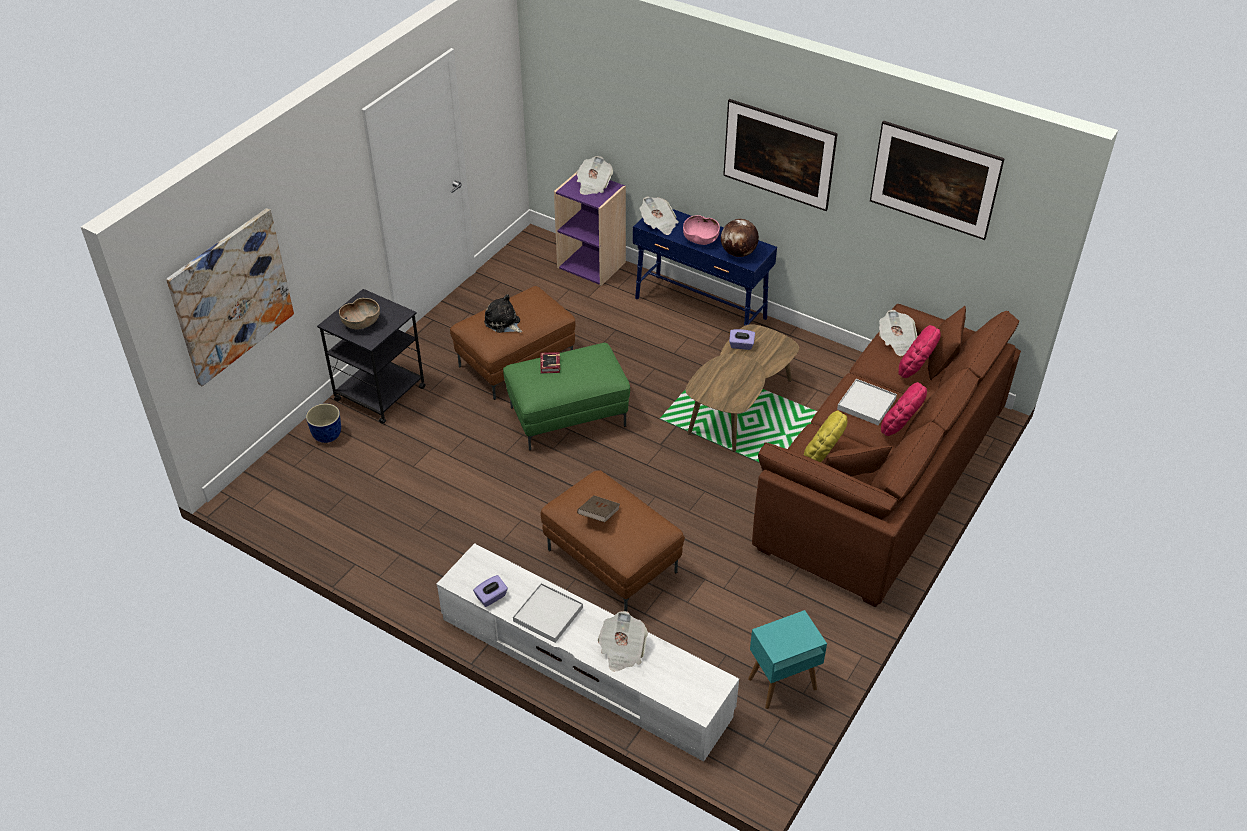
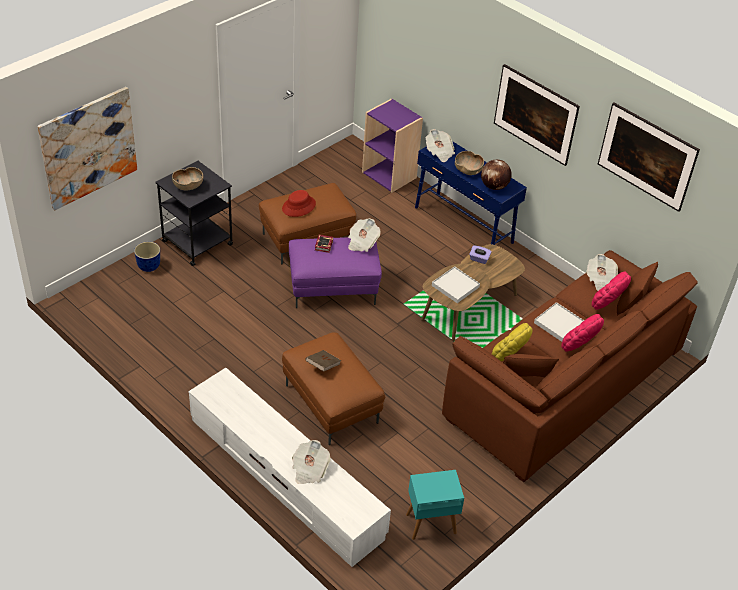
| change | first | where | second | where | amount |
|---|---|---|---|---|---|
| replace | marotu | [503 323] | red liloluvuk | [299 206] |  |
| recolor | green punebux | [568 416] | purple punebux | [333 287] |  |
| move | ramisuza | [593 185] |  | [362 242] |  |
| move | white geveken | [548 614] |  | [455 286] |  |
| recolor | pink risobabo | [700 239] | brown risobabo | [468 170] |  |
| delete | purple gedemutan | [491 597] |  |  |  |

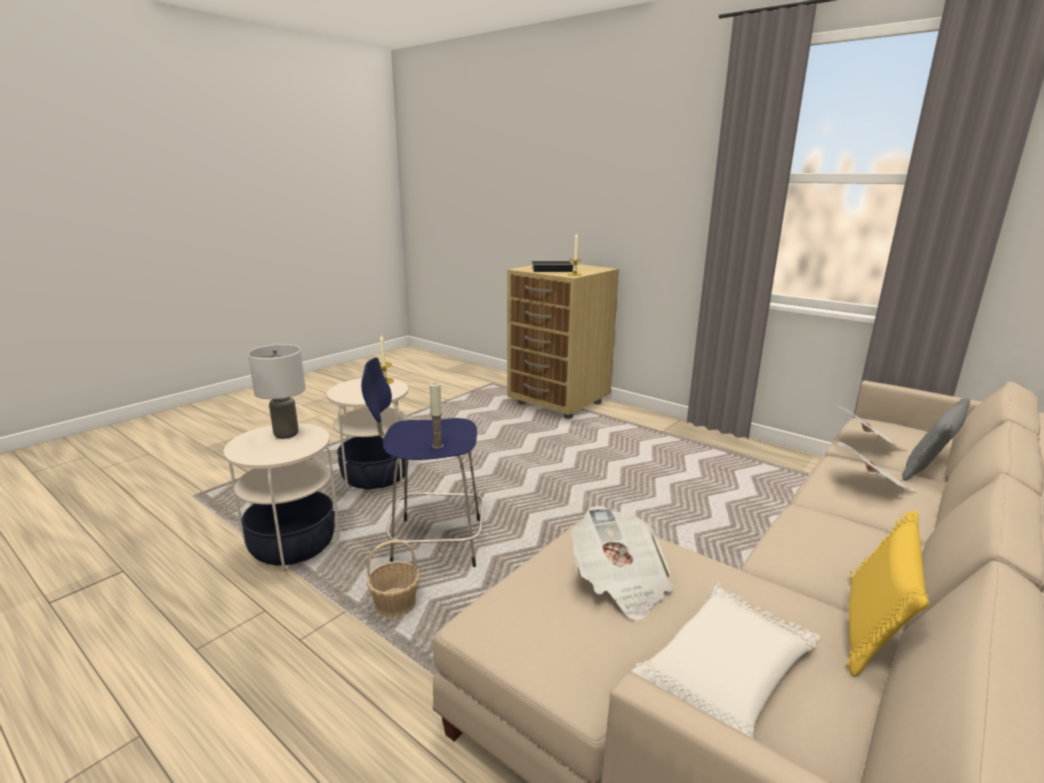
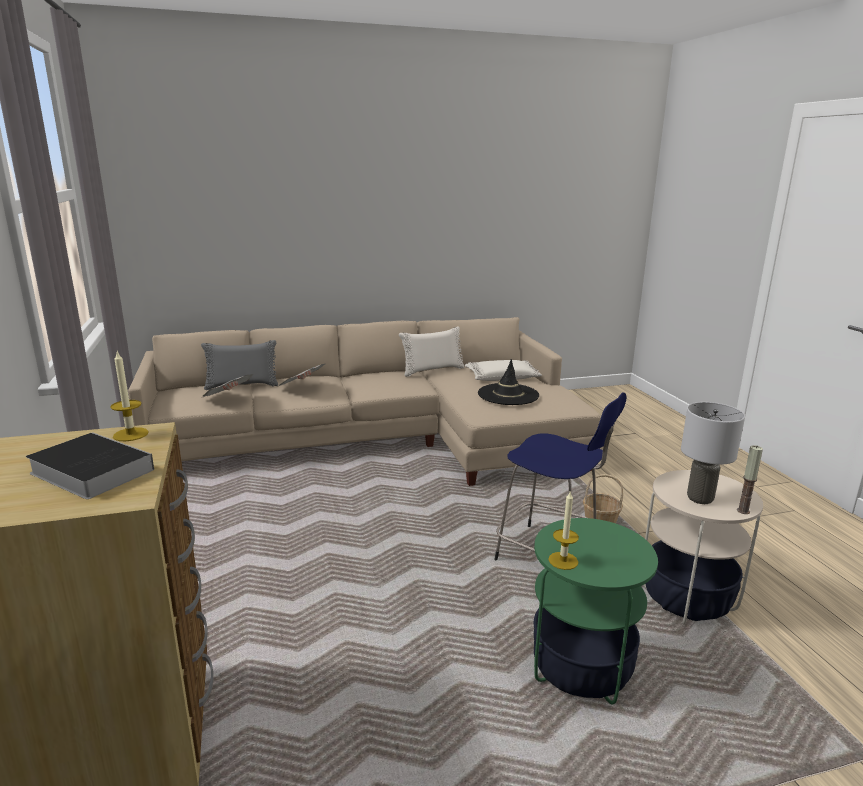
| change | first | where | second | where | amount |
|---|---|---|---|---|---|
| recolor | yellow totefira | [873 629] | white totefira | [432 370] |  |
| replace | ramisuza | [620 583] | black liloluvuk | [508 394] |  |
| recolor | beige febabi | [376 478] | green febabi | [580 669] |  |
| move | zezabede | [437 446] |  | [743 511] |  |

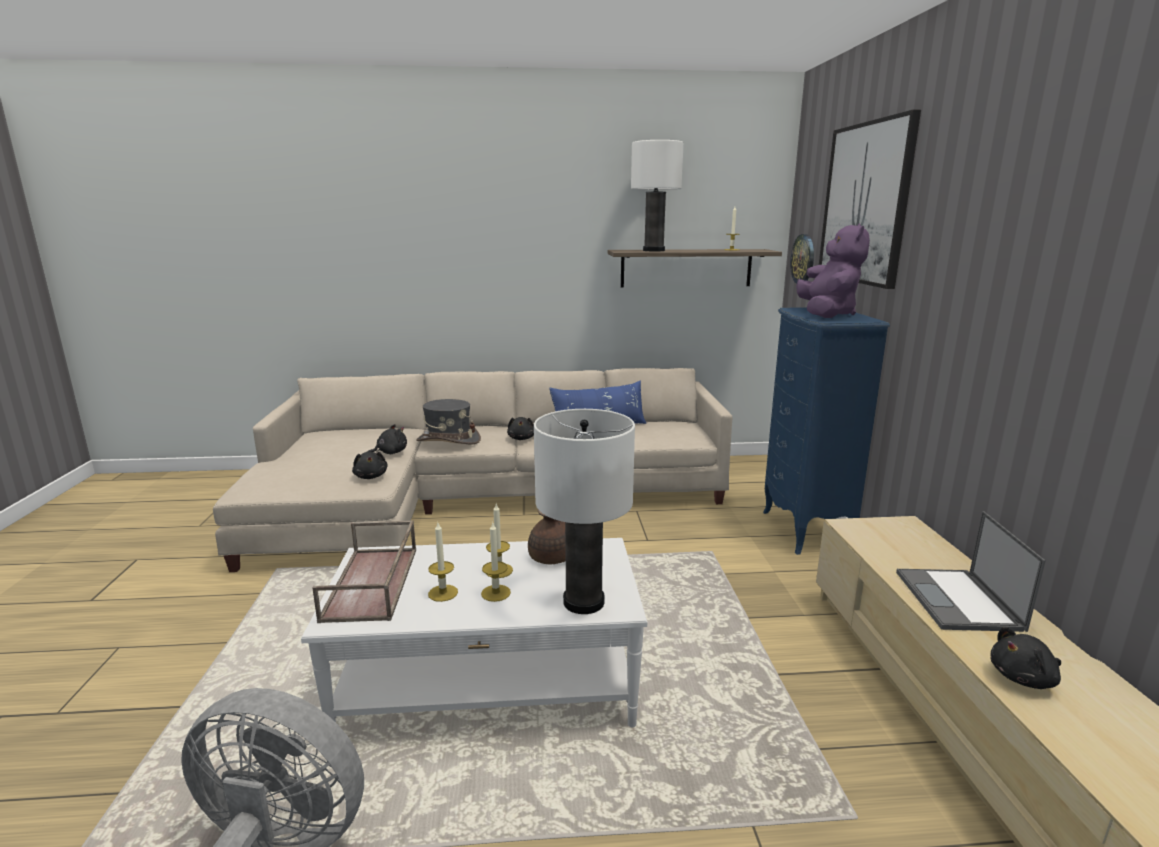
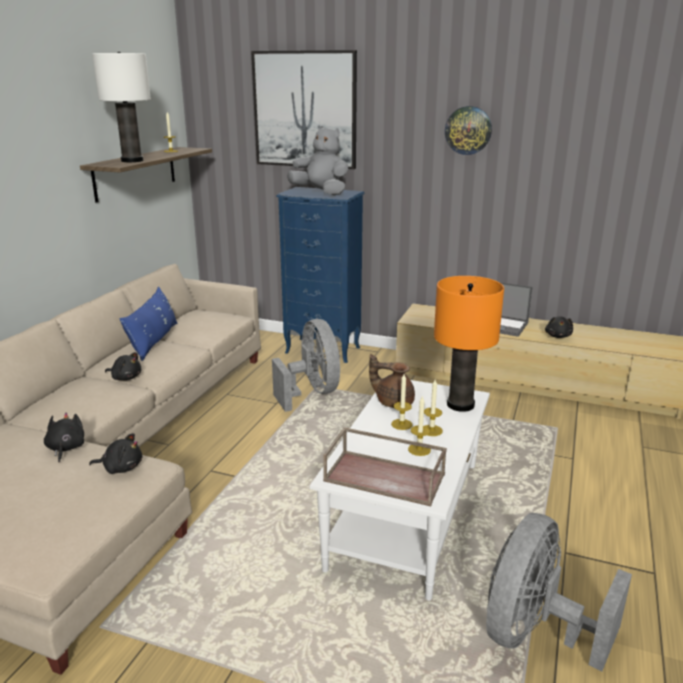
| change | first | where | second | where | amount |
|---|---|---|---|---|---|
| insert |  |  | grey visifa | [312 393] |  |
| recolor | purple marotu | [826 314] | grey marotu | [321 193] |  |
| recolor | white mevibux | [583 602] | orange mevibux | [460 404] |  |
| move | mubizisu | [803 259] |  | [468 130] |  |
| delete | grey liloluvuk | [448 440] |  |  |  |

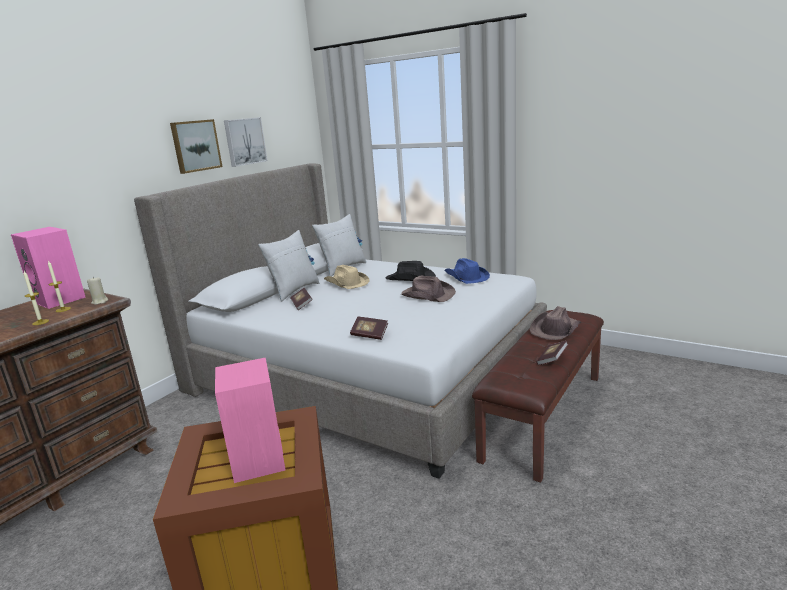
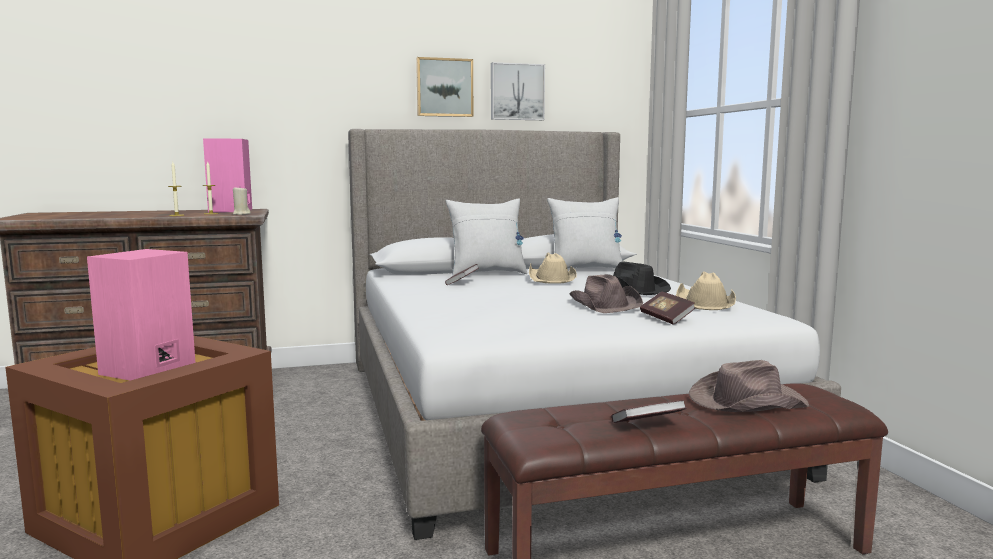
| change | first | where | second | where | amount |
|---|---|---|---|---|---|
| move | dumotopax | [369 335] |  | [666 318] |  |
| recolor | blue liloluvuk | [466 277] | beige liloluvuk | [705 303] |  |

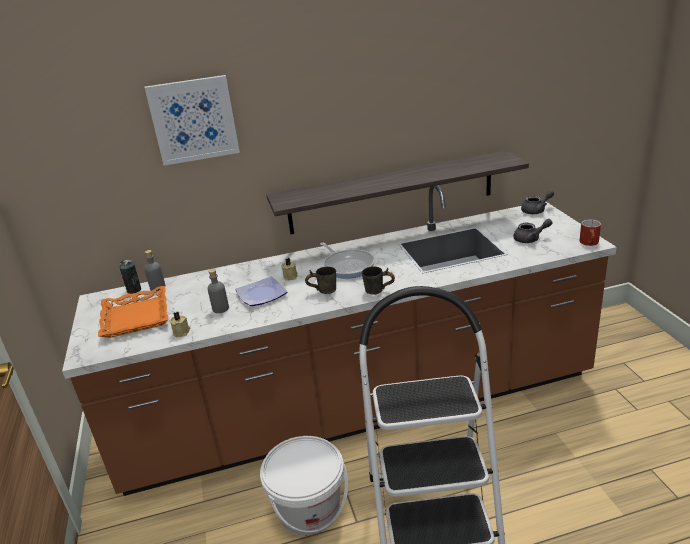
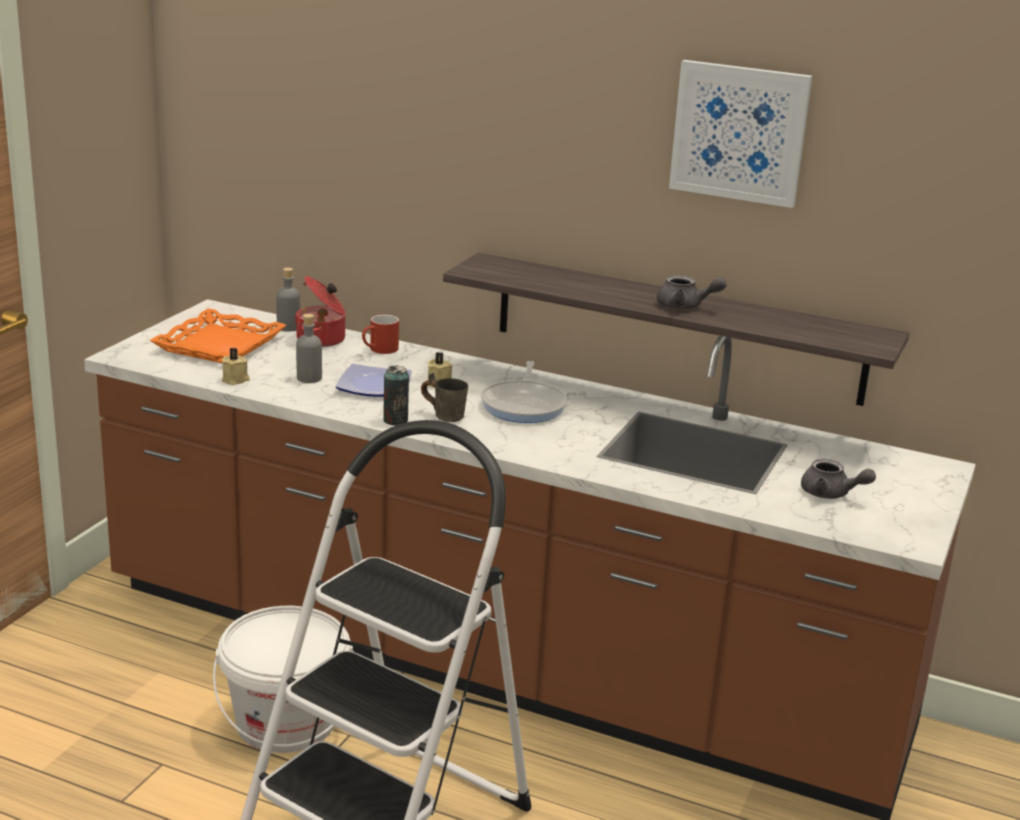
| change | first | where | second | where | amount |
|---|---|---|---|---|---|
| insert |  |  | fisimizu | [322 340] |  |
| move | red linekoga | [590 243] |  | [380 350] |  |
| move | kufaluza | [134 290] |  | [395 420] |  |
| move | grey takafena | [536 210] |  | [685 306] |  |
| move | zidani | [193 120] |  | [739 132] |  |
| delete | grey linekoga | [378 292] |  |  |  |

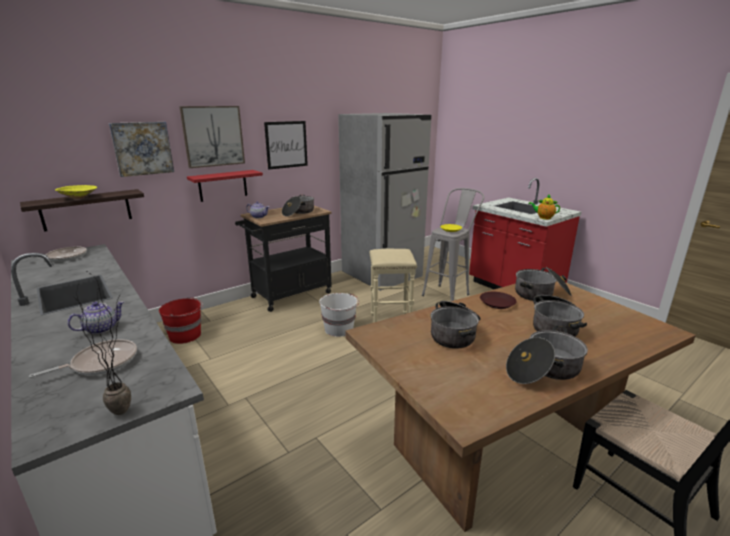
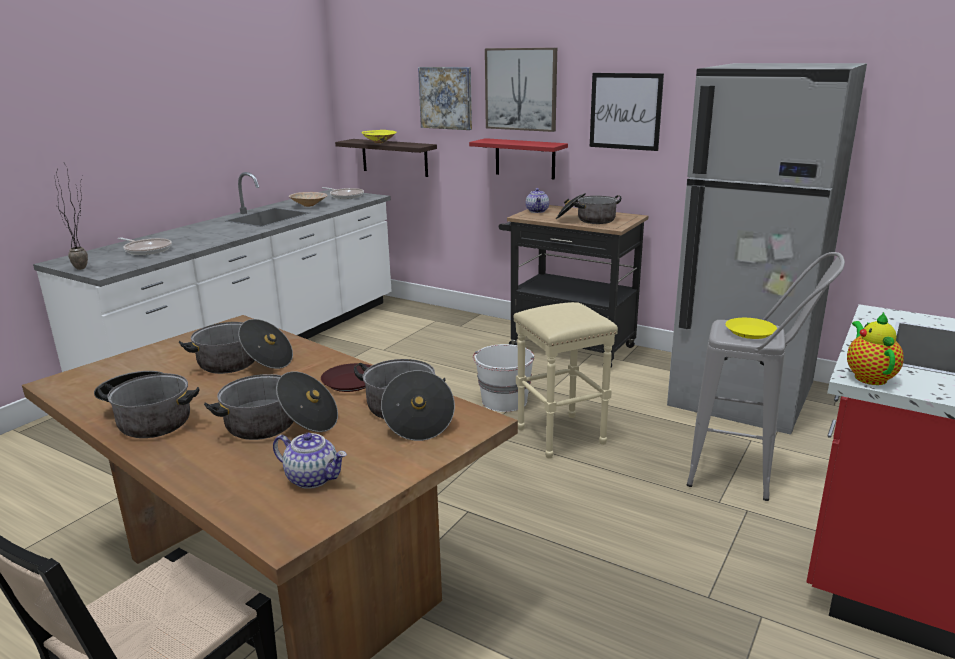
| change | first | where | second | where | amount |
|---|---|---|---|---|---|
| move | takafena | [101 328] |  | [313 478] |  |
| insert |  |  | beige risobabo | [309 205] |  |
| delete | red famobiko | [186 335] |  |  |  |

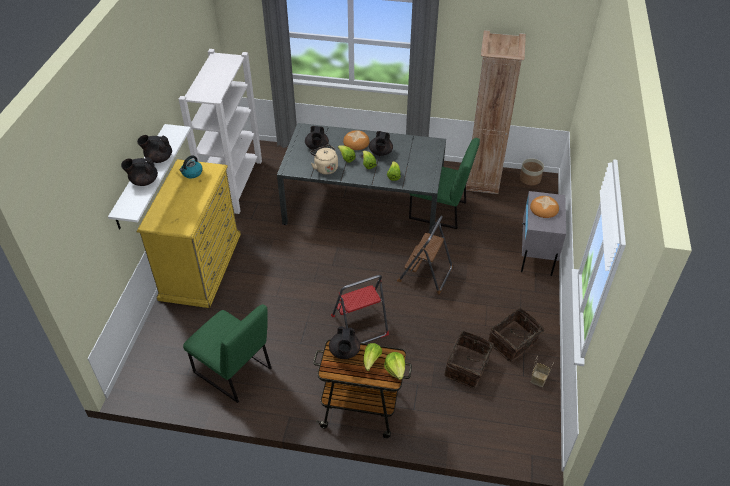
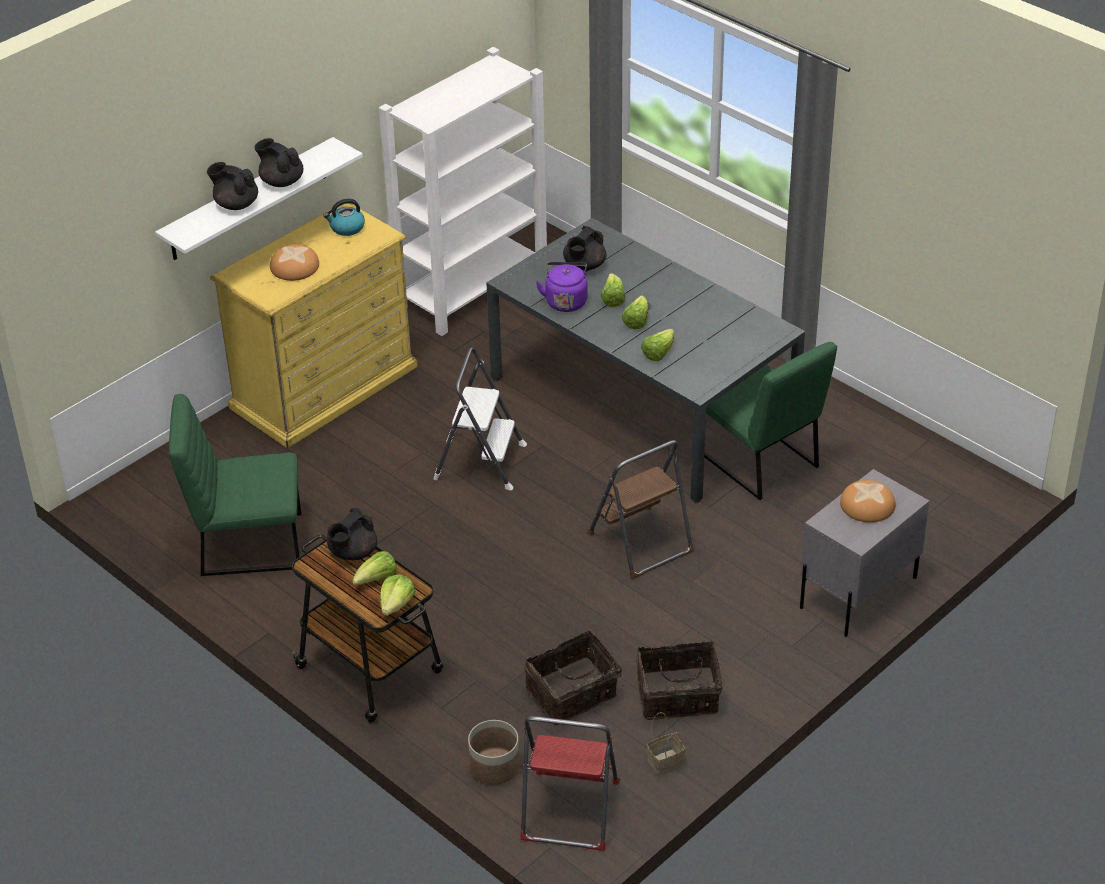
| change | first | where | second | where | amount |
|---|---|---|---|---|---|
| rotate | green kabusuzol | [234 371] |  | [247 543] | 105 degrees clockwise |
| move | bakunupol | [356 142] |  | [294 266] |  |
| insert |  |  | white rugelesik | [476 461] |  |
| move | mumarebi | [530 179] |  | [494 767] |  |
| move | red rugelesik | [360 326] |  | [568 813] |  |
| recolor | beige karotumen | [325 168] | purple karotumen | [566 301] |  |
| delete | black takafena | [380 153] |  |  |  |
| delete | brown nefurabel | [483 179] |  |  |  |

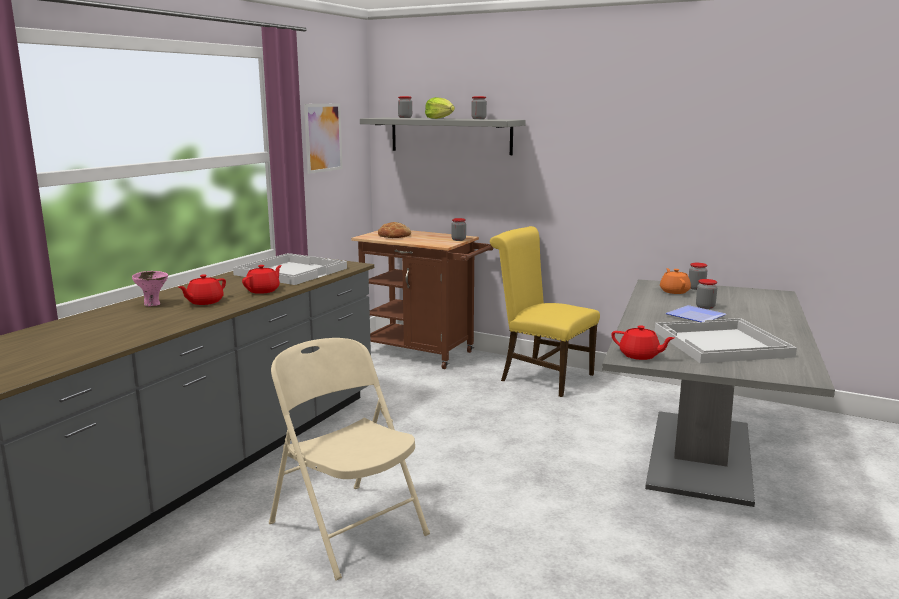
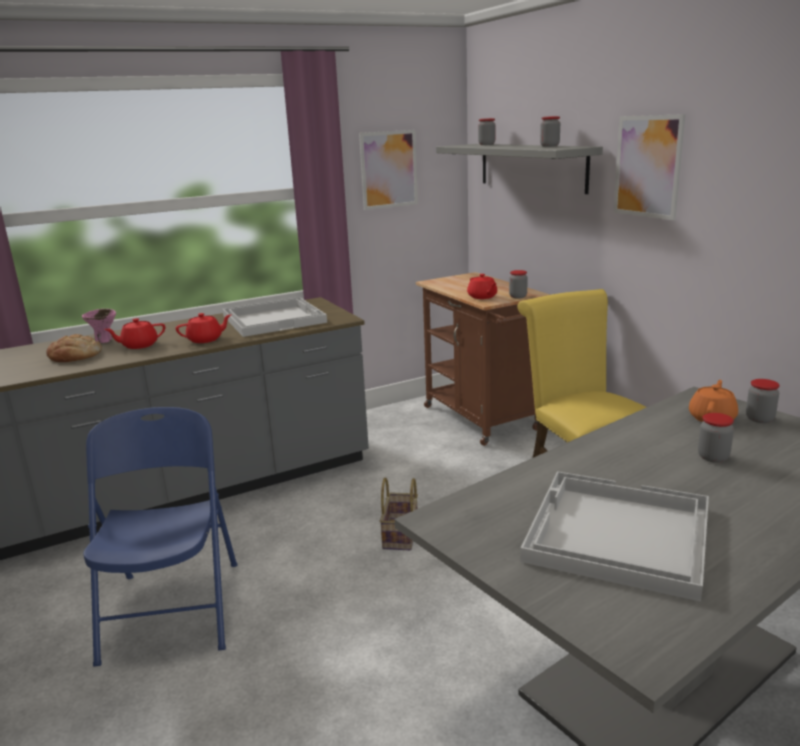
| change | first | where | second | where | amount |
|---|---|---|---|---|---|
| move | bakunupol | [394 235] |  | [75 355] |  |
| recolor | beige kabusuzol | [348 528] | blue kabusuzol | [173 610] |  |
| insert |  |  | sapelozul | [401 535] |  |
| move | red takafena | [640 355] |  | [482 297] |  |
| insert |  |  | zidani | [647 166] |  |
| delete | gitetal | [440 118] |  |  |  |
| delete | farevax | [695 316] |  |  |  |

